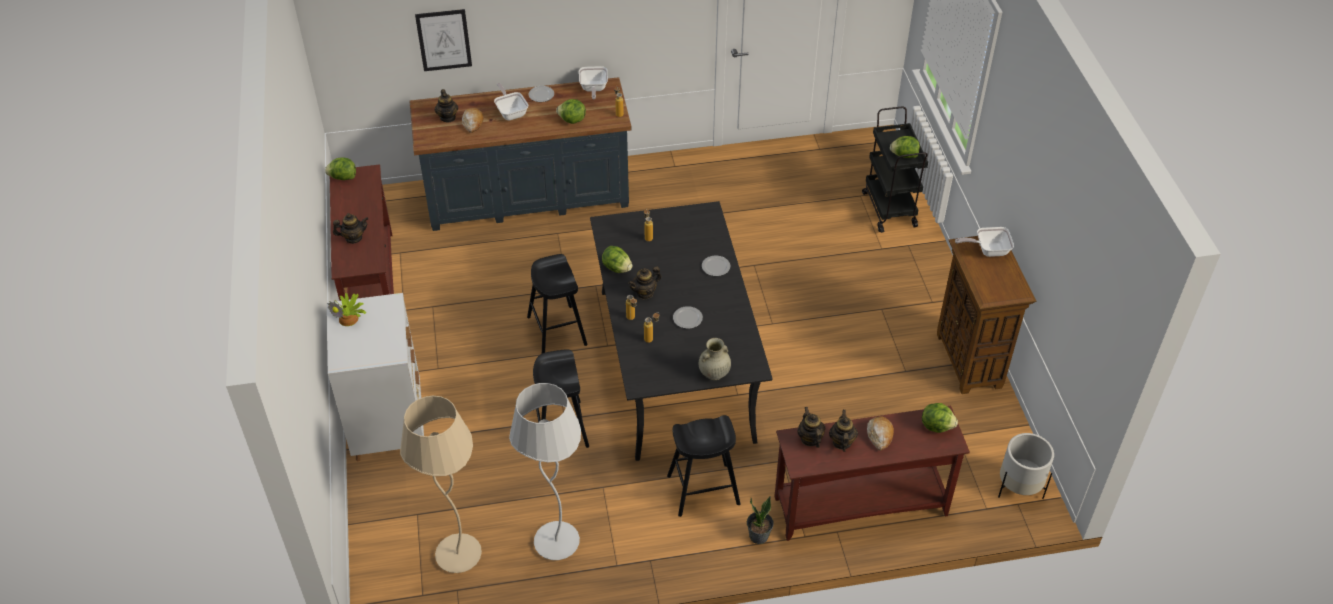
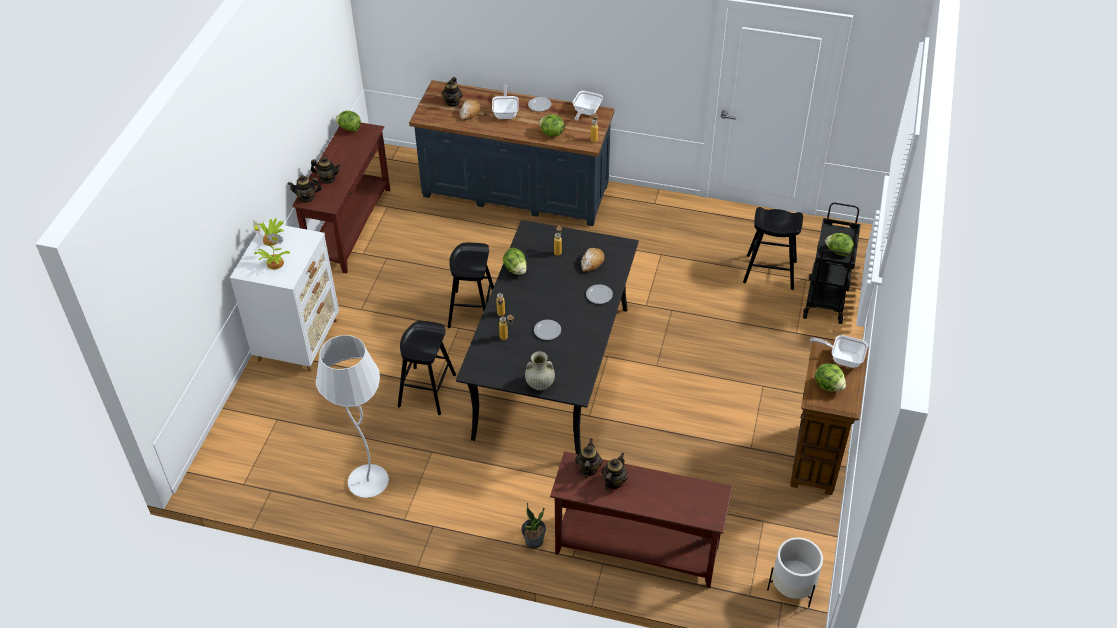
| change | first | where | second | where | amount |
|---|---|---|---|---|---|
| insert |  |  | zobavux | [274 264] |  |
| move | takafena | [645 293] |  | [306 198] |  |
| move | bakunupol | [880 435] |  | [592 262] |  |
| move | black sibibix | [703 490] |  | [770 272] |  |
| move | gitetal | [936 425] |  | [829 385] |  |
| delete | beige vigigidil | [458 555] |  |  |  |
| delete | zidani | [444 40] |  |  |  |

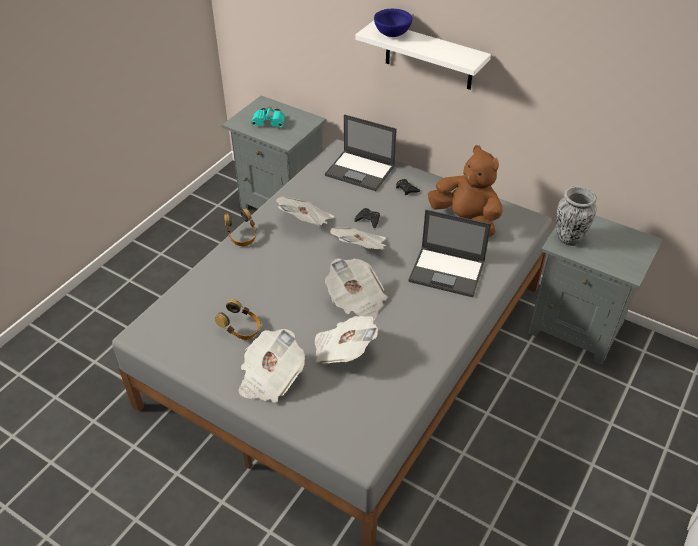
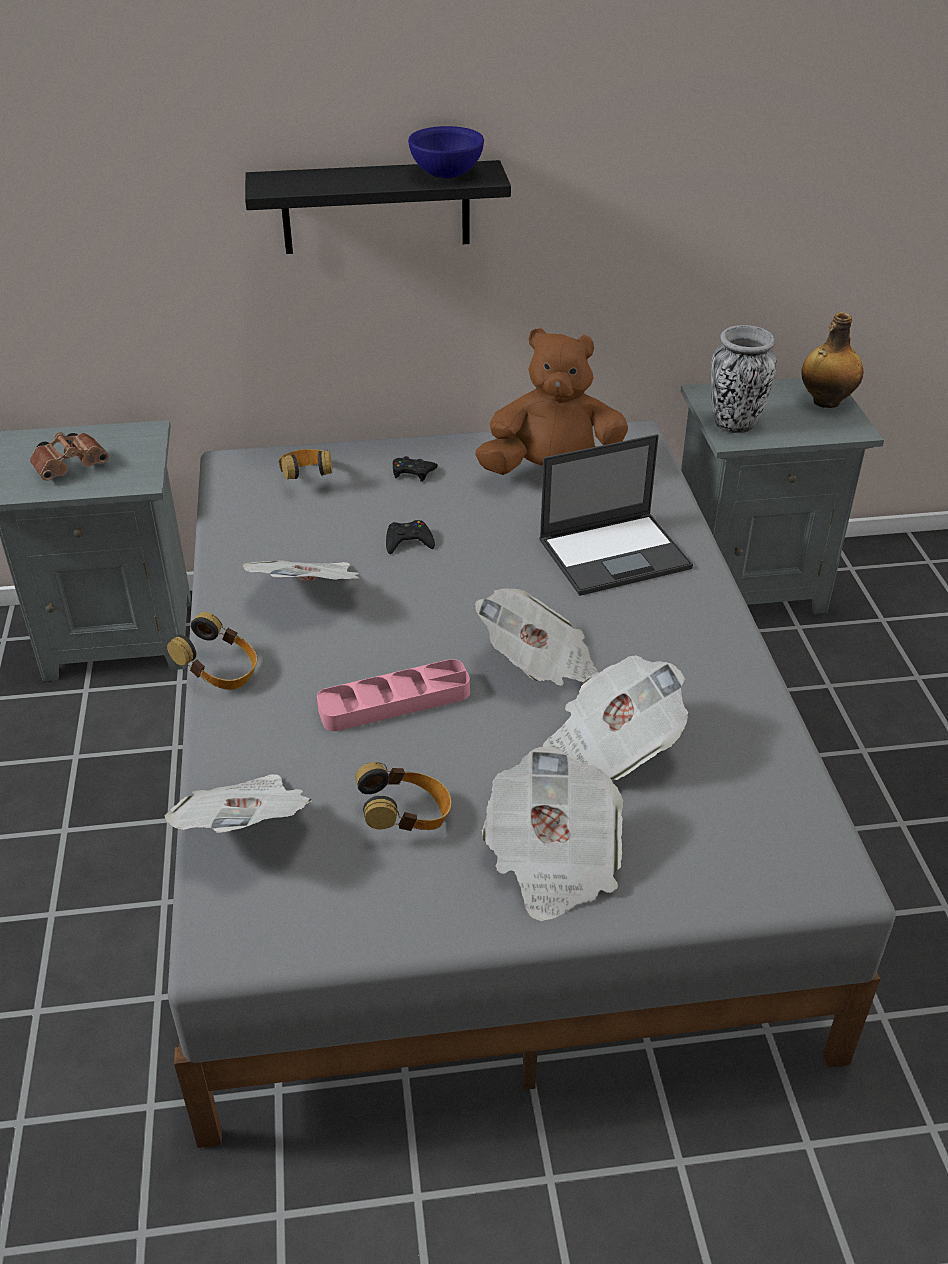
| change | first | where | second | where | amount |
|---|---|---|---|---|---|
| recolor | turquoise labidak | [270 123] | brown labidak | [72 467] |  |
| move | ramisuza | [361 249] |  | [246 828] |  |
| recolor | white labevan | [429 56] | black labevan | [376 207] |  |
| replace | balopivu | [361 171] | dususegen | [307 479] |  |
| insert |  |  | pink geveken | [394 701] |  |
| move | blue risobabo | [392 34] |  | [447 175] |  |
| insert |  |  | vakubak | [825 402] |  |

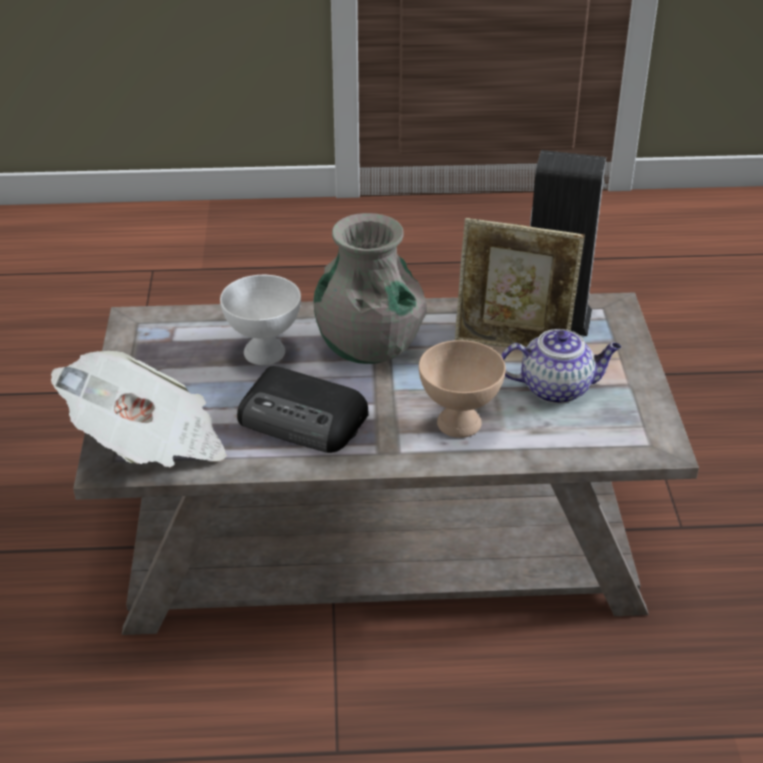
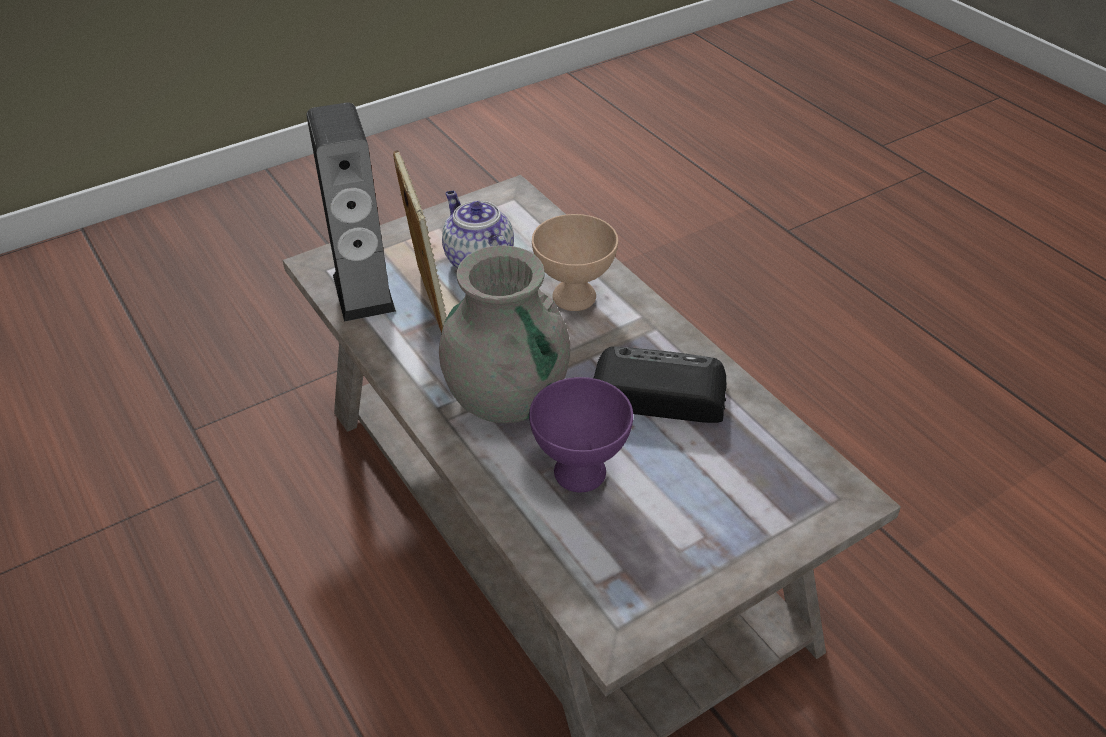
| change | first | where | second | where | amount |
|---|---|---|---|---|---|
| recolor | white risobabo | [263 352] | purple risobabo | [579 474] |  |
| rotate | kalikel | [303 419] |  | [656 392] | 75 degrees counterclockwise |
| delete | ramisuza | [149 444] |  |  |  |

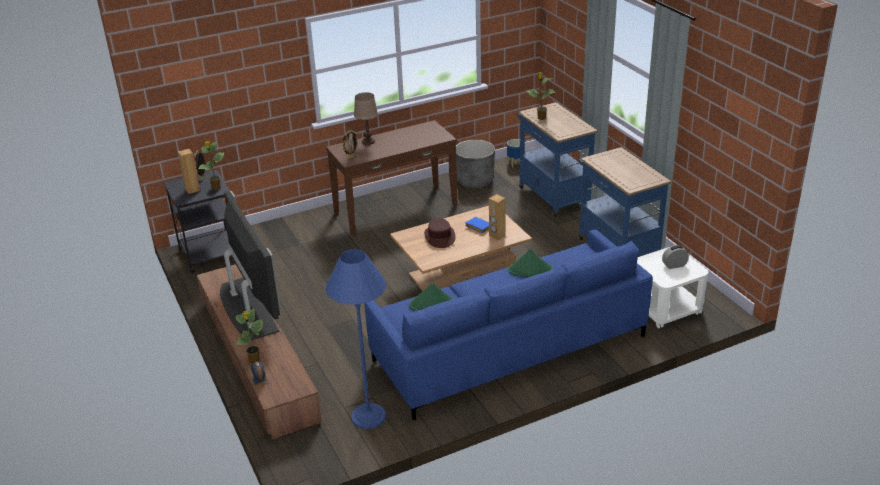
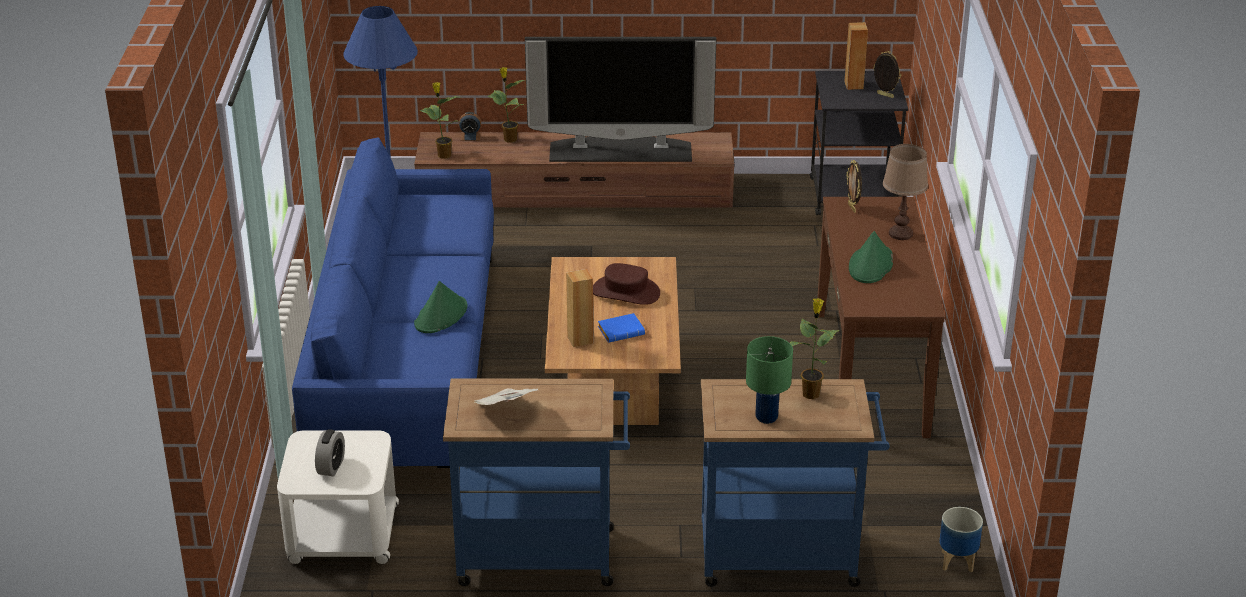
| change | first | where | second | where | amount |
|---|---|---|---|---|---|
| move | zobavux | [216 188] |  | [443 155] |  |
| insert |  |  | ramisuza | [506 410] |  |
| insert |  |  | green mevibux | [766 419] |  |
| move | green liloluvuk | [432 304] |  | [871 265] |  |
| delete | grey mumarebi | [475 181] |  |  |  |

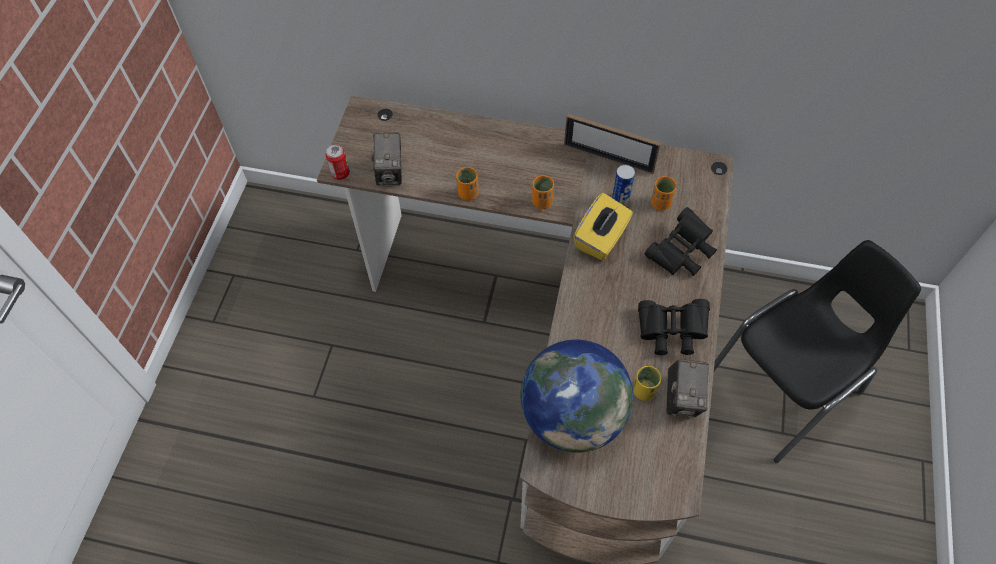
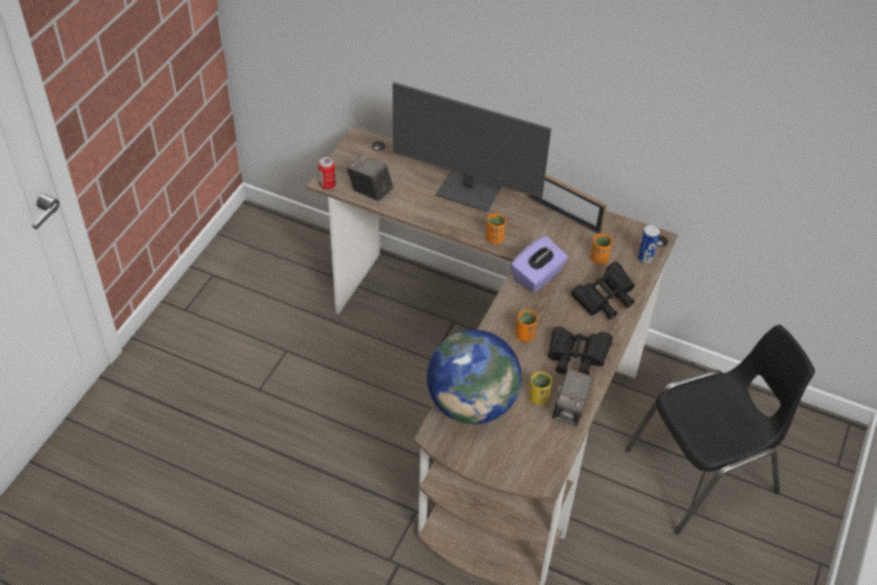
| change | first | where | second | where | amount |
|---|---|---|---|---|---|
| rotate | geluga | [390 172] |  | [370 191] | 120 degrees clockwise |
| insert |  |  | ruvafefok | [469 191] |  |
| recolor | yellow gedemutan | [601 239] | purple gedemutan | [538 276] |  |
| move | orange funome | [468 193] |  | [525 335] |  |
| move | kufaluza | [620 200] |  | [645 258] |  |

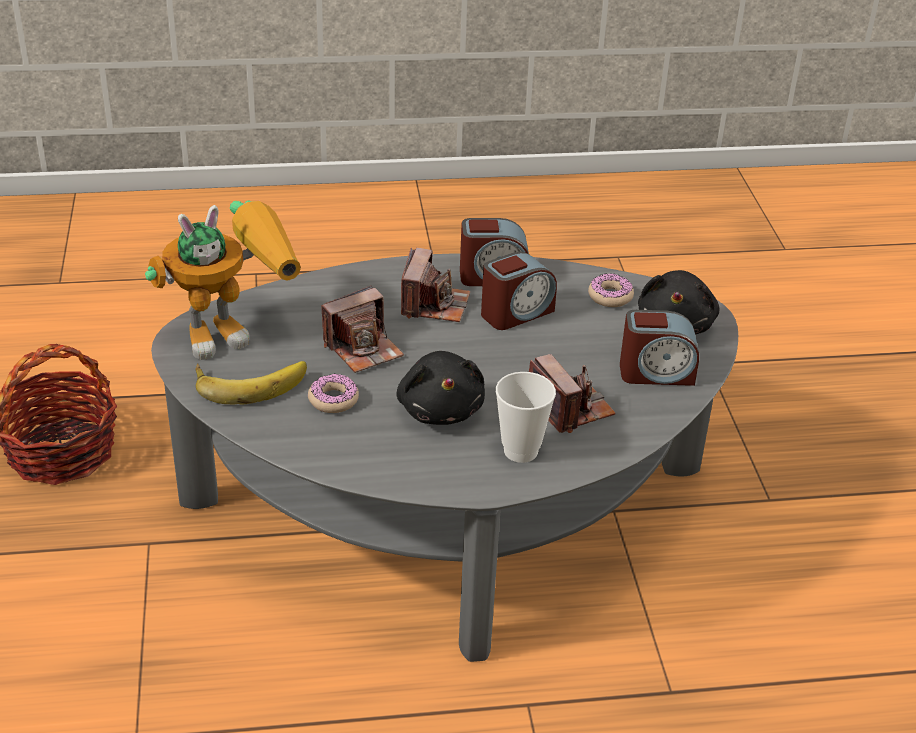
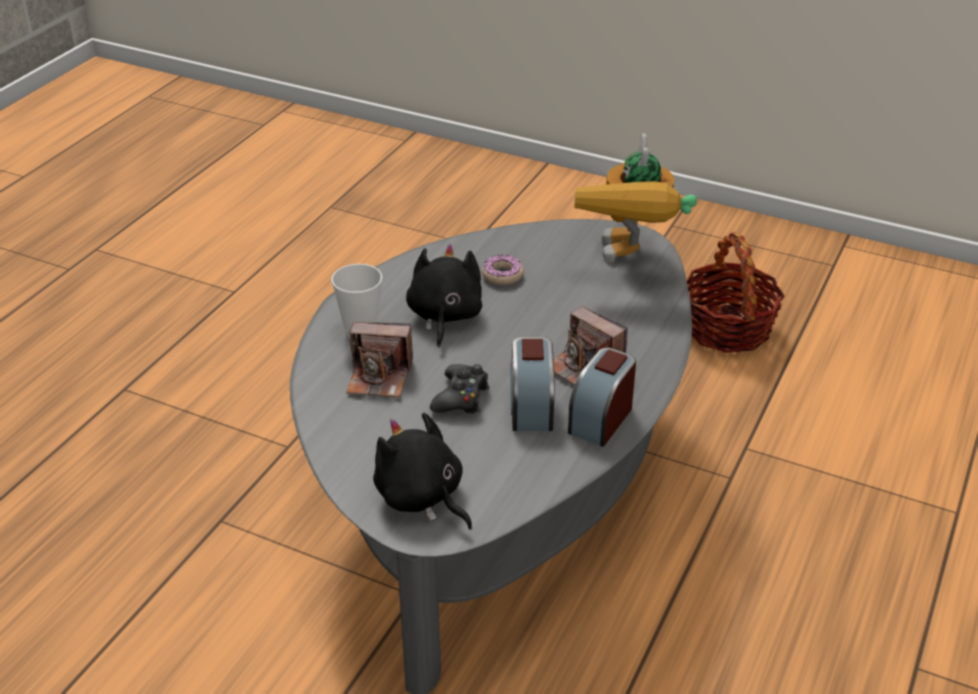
| change | first | where | second | where | amount |
|---|---|---|---|---|---|
| rotate | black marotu | [440 409] |  | [444 316] | 75 degrees clockwise |
| insert |  |  | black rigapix | [461 397] |  |
| delete | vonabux | [250 381] |  |  |  |
| delete | geluga | [363 349] |  |  |  |
| delete | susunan | [610 296] |  |  |  |
| delete | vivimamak | [656 372] |  |  |  |

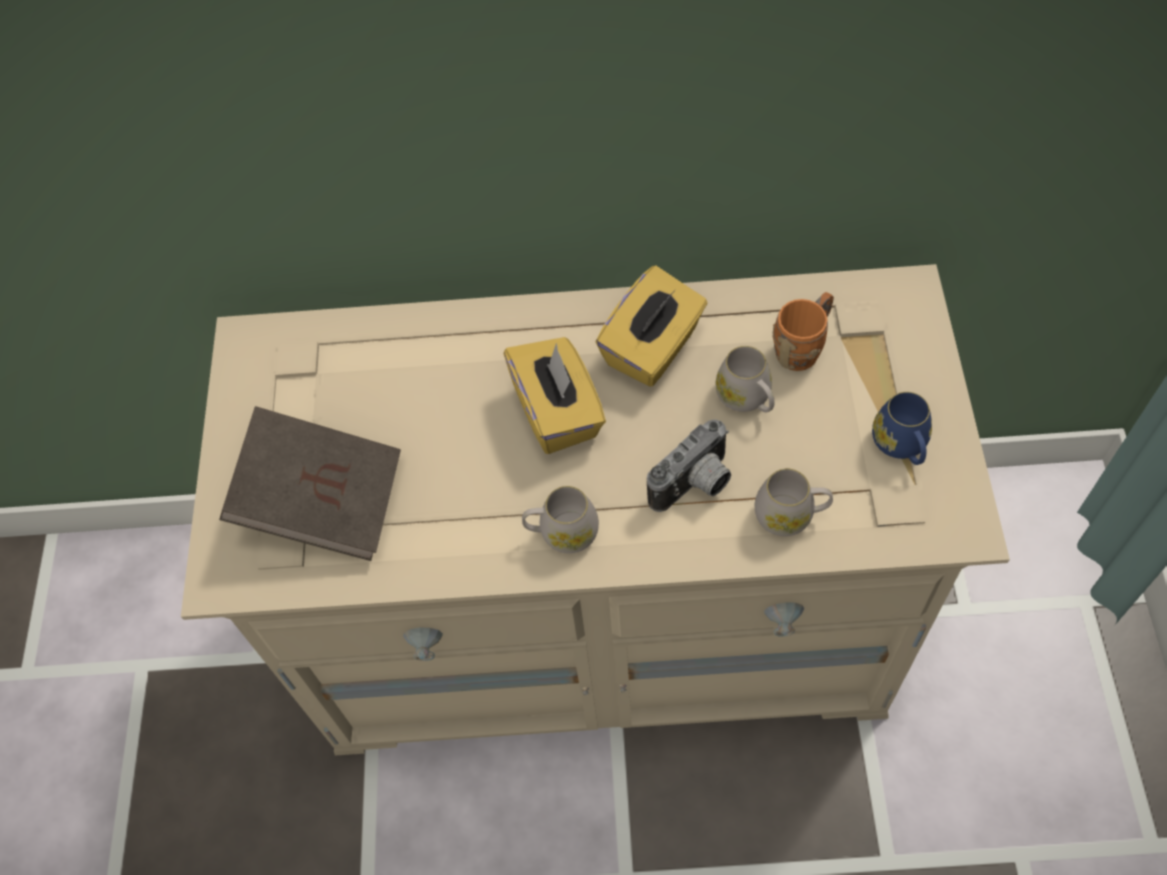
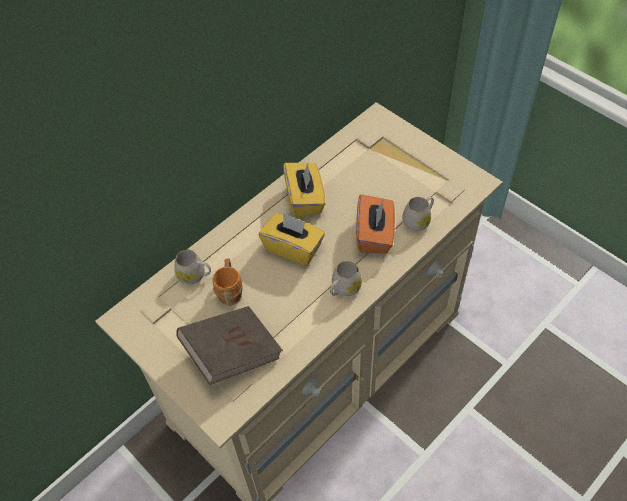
| change | first | where | second | where | amount |
|---|---|---|---|---|---|
| move | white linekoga | [747 399] |  | [195 275] |  |
| move | orange linekoga | [803 346] |  | [230 290] |  |
| replace | geluga | [695 485] | orange gedemutan | [374 235] |  |
| delete | blue linekoga | [901 446] |  |  |  |

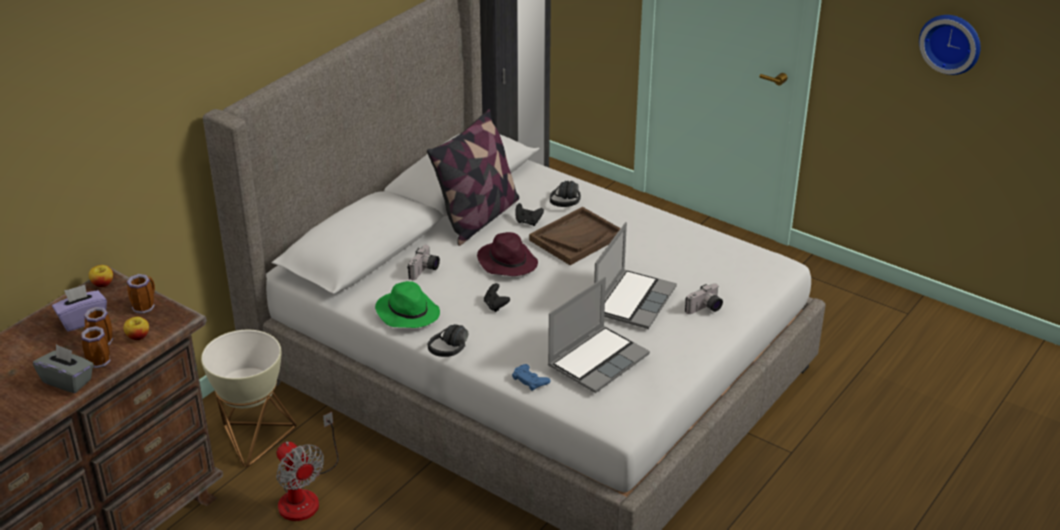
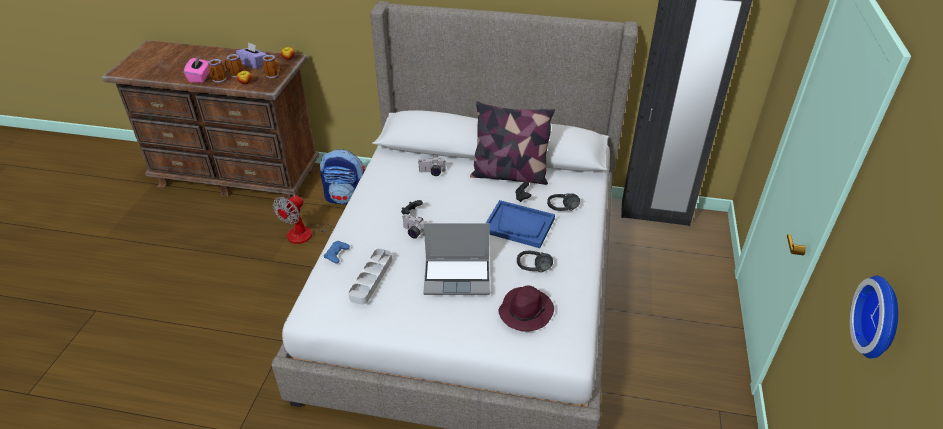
| change | first | where | second | where | amount |
|---|---|---|---|---|---|
| recolor | grey gedemutan | [68 381] | pink gedemutan | [200 77] |  |
| replace | mumarebi | [255 438] | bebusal | [347 199] |  |
| replace | balopivu | [598 360] | grey geveken | [371 278] |  |
| move | geluga | [705 309] |  | [414 233] |  |
| recolor | brown geveken | [576 238] | blue geveken | [519 225] |  |
| move | purple liloluvuk | [507 262] |  | [526 311] |  |
| move | black dususegen | [455 351] |  | [534 270] |  |
| delete | green liloluvuk | [407 313] |  |  |  |

